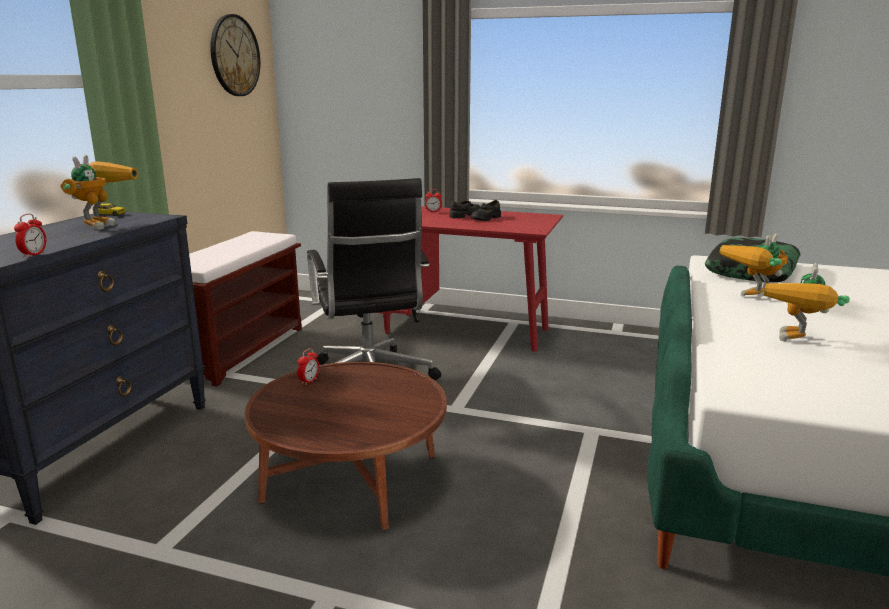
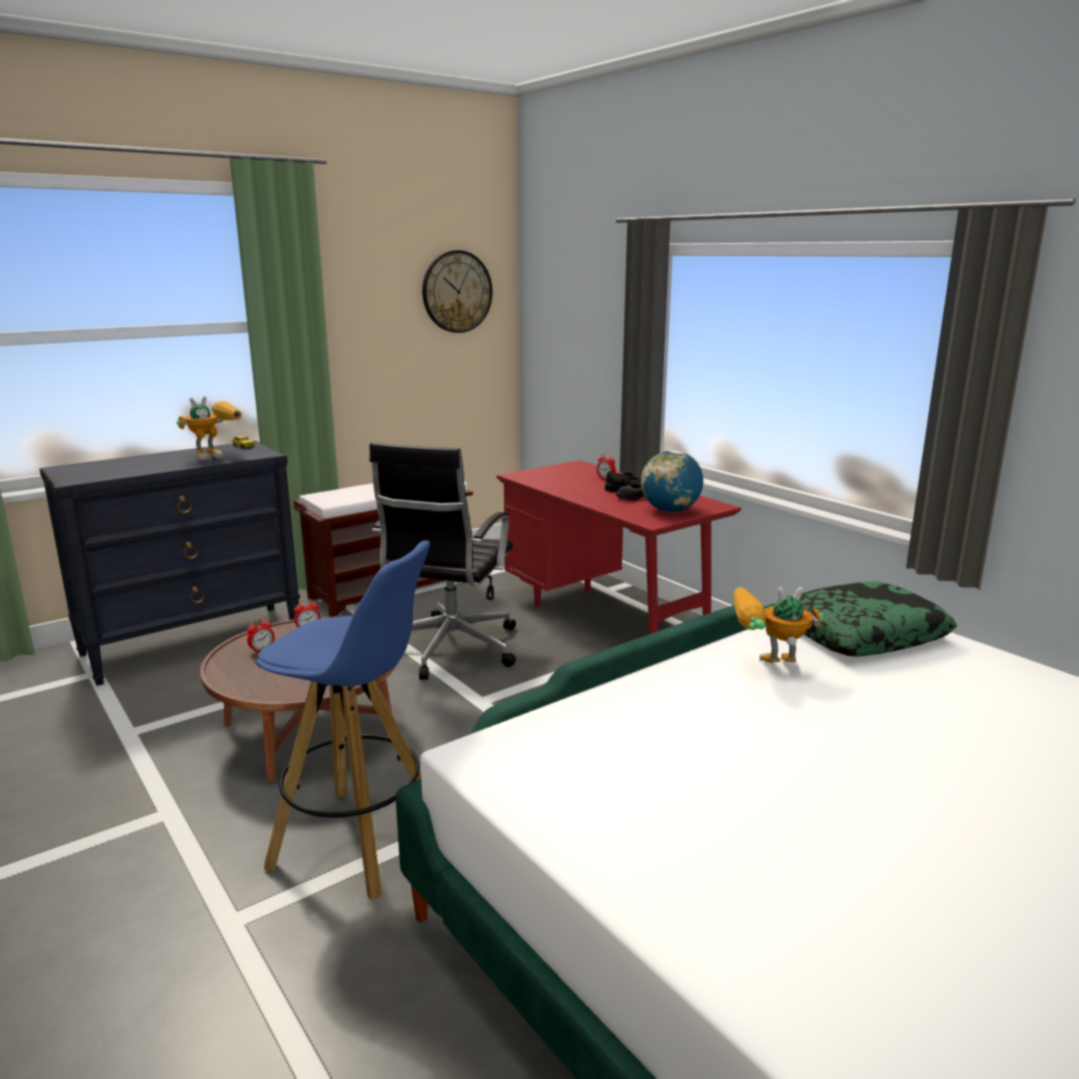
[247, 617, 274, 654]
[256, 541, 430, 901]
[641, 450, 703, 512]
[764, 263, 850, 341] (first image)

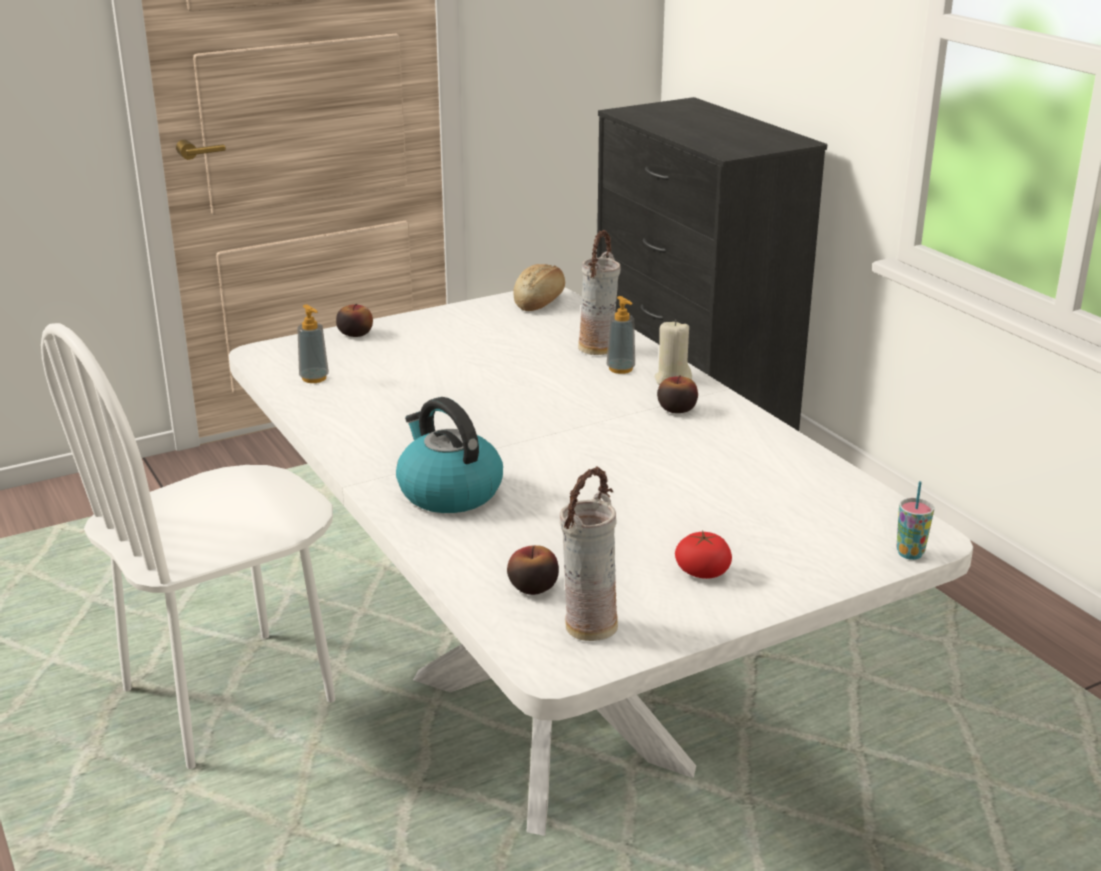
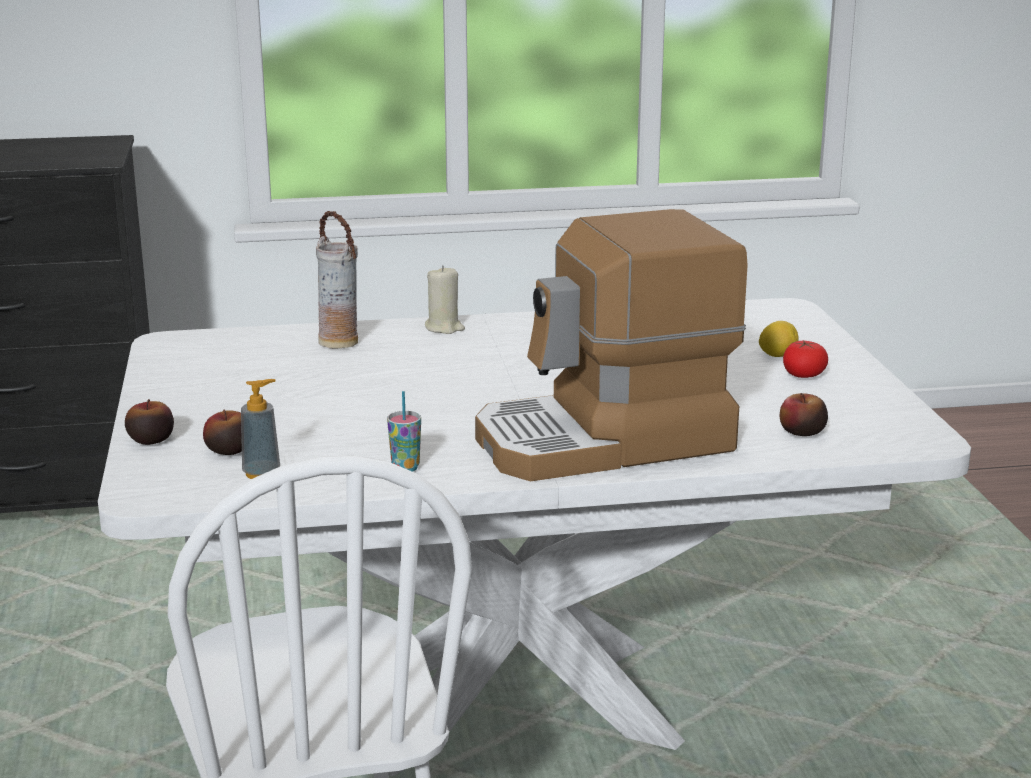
[203, 409, 242, 455]
[387, 391, 421, 472]
[475, 209, 748, 481]
[759, 321, 799, 357]
[513, 264, 565, 311] (first image)
[560, 467, 618, 641] (first image)
[607, 296, 635, 374] (first image)

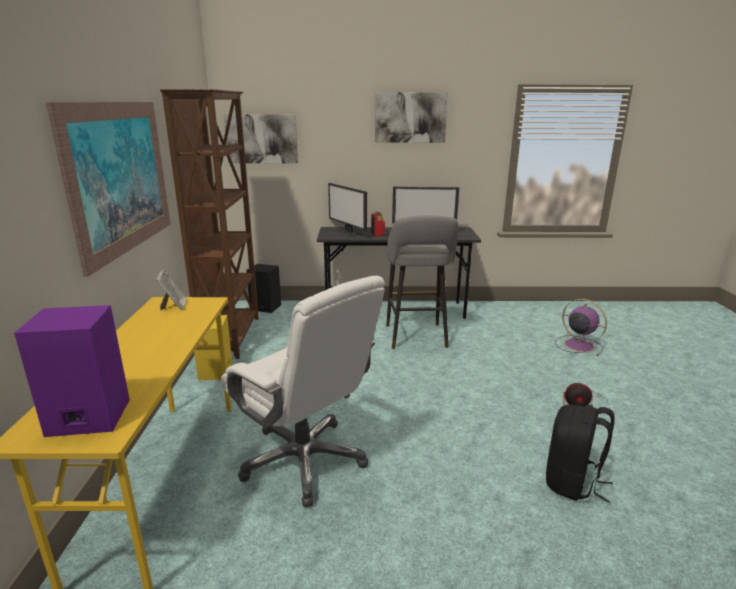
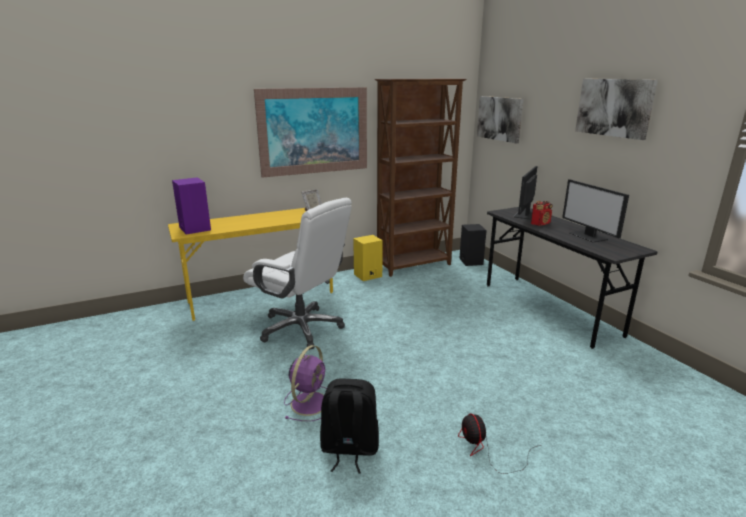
[243, 198, 352, 350]
[284, 345, 327, 421]
[386, 215, 458, 349] (first image)

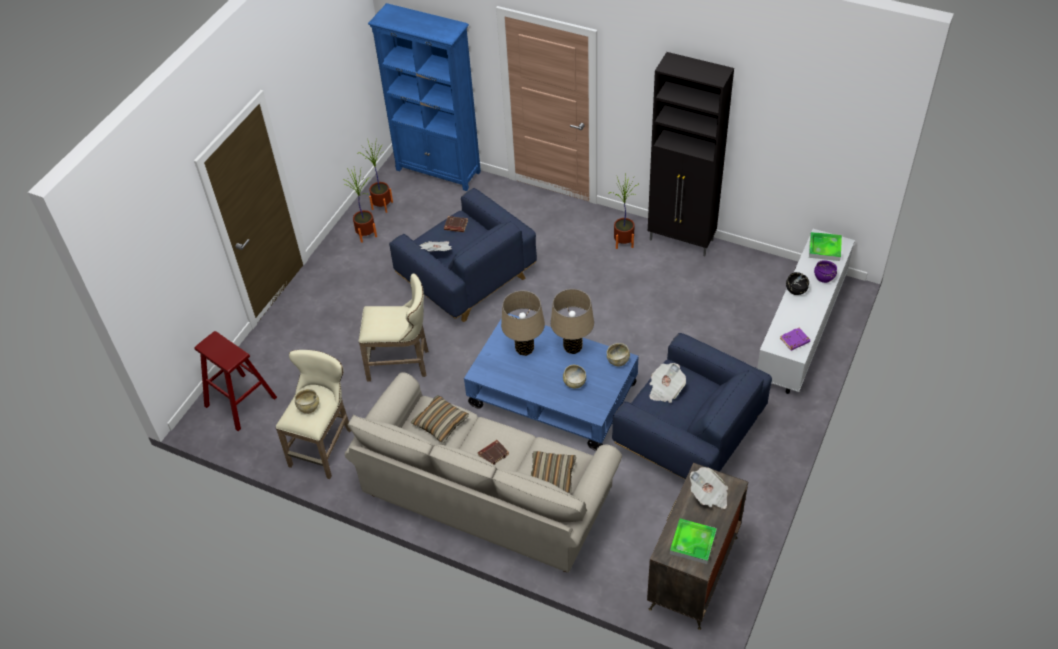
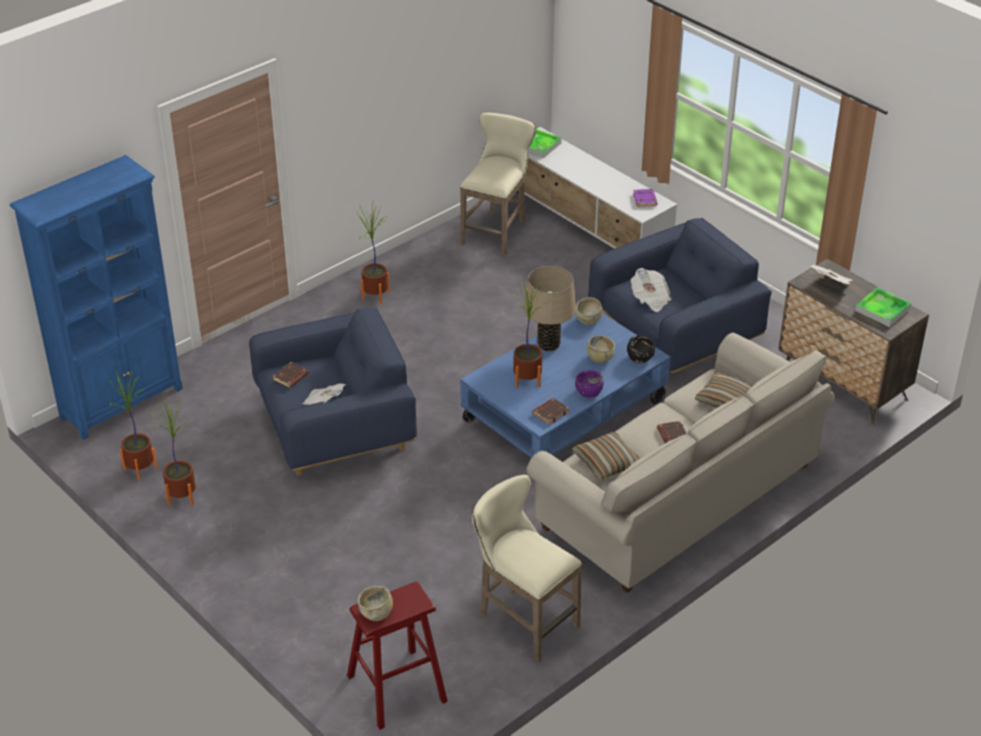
[358, 586, 393, 621]
[460, 113, 536, 256]
[510, 277, 548, 388]
[532, 398, 569, 425]
[575, 370, 604, 398]
[627, 336, 655, 363]
[648, 52, 734, 256] (first image)

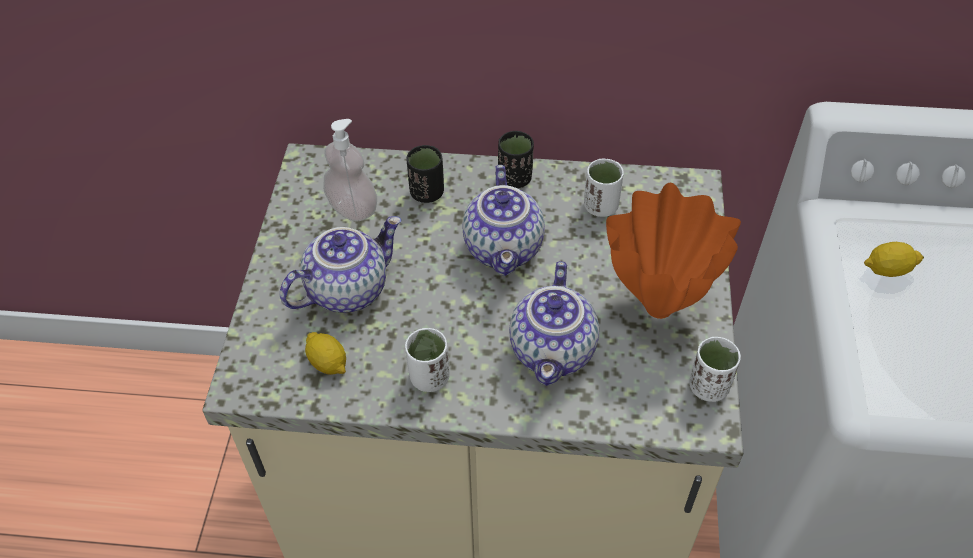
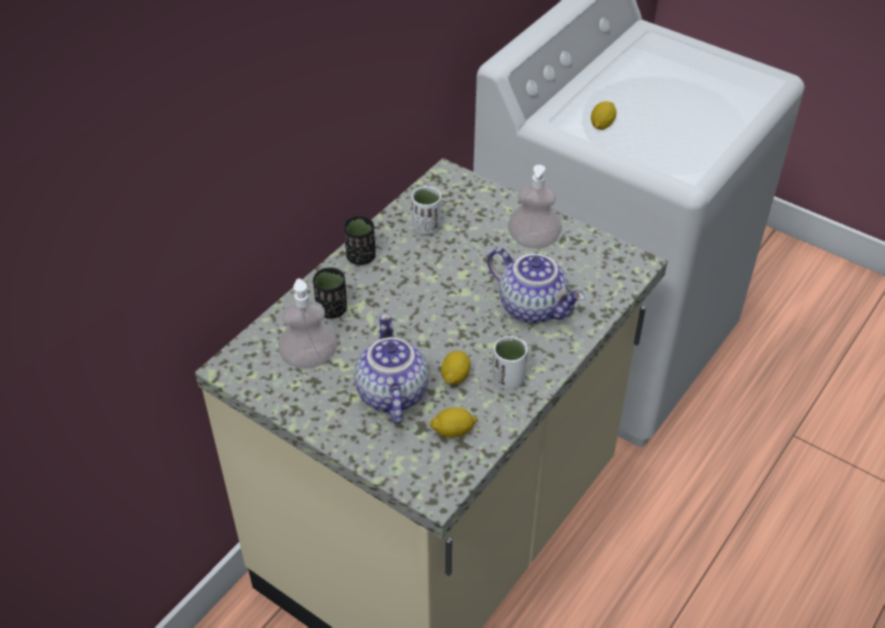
[441, 351, 471, 385]
[508, 165, 562, 249]
[463, 165, 545, 276] (first image)
[689, 337, 741, 402] (first image)

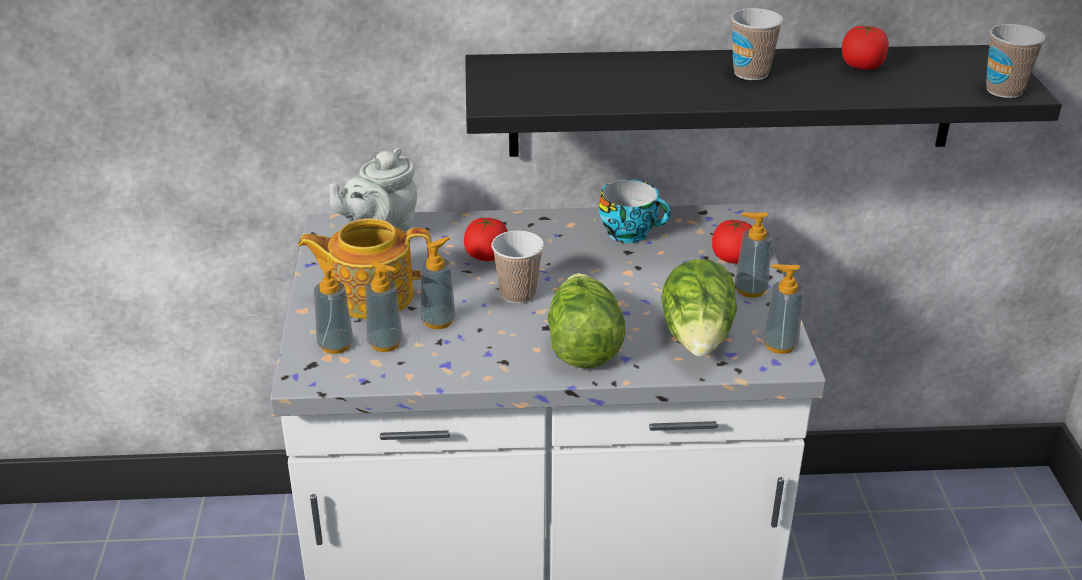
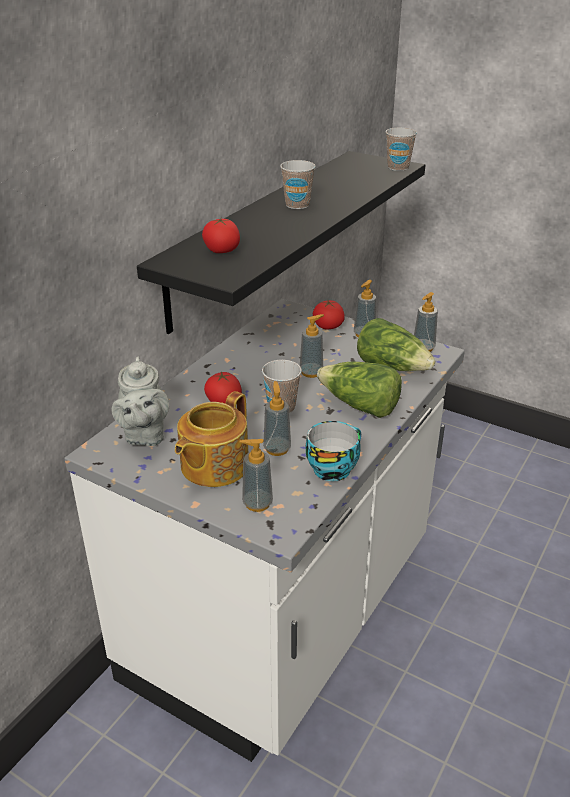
[202, 218, 240, 253]
[300, 314, 324, 378]
[306, 421, 361, 481]

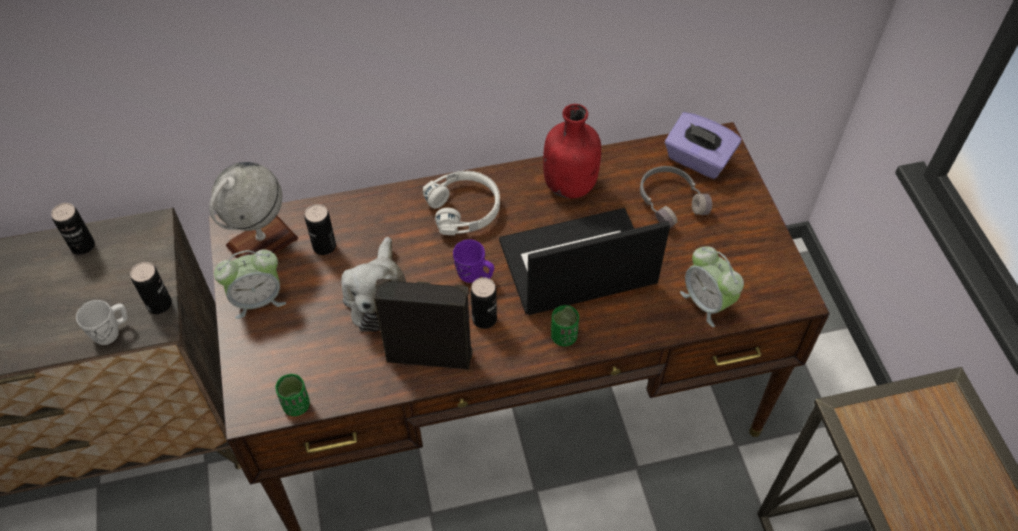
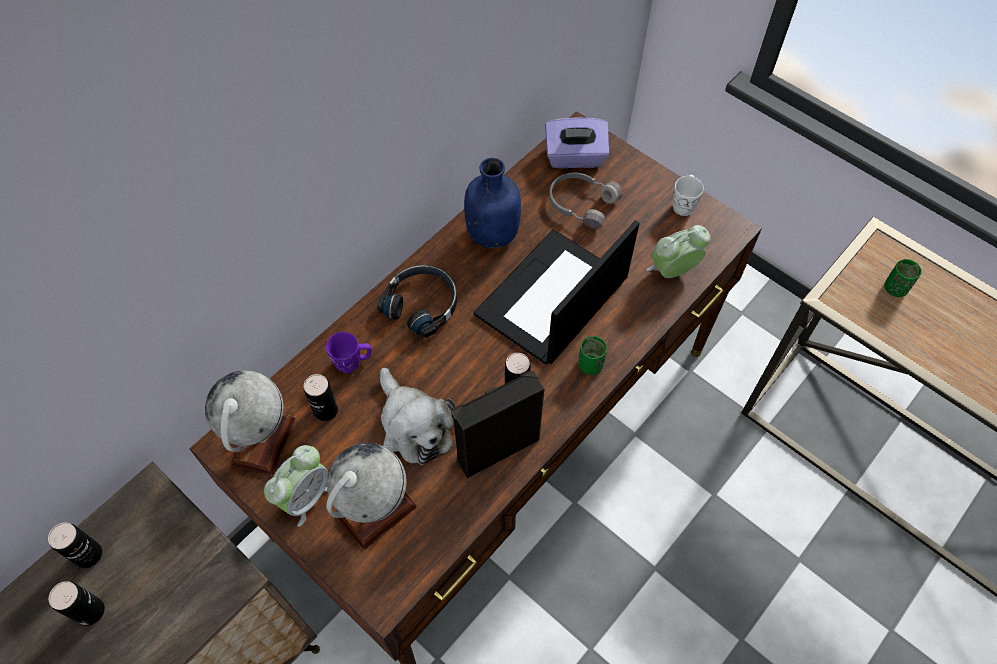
[49, 581, 105, 626]
[326, 332, 372, 373]
[326, 443, 417, 550]
[377, 265, 457, 338]
[464, 158, 521, 249]
[646, 225, 711, 278]
[673, 175, 704, 216]
[884, 259, 922, 297]

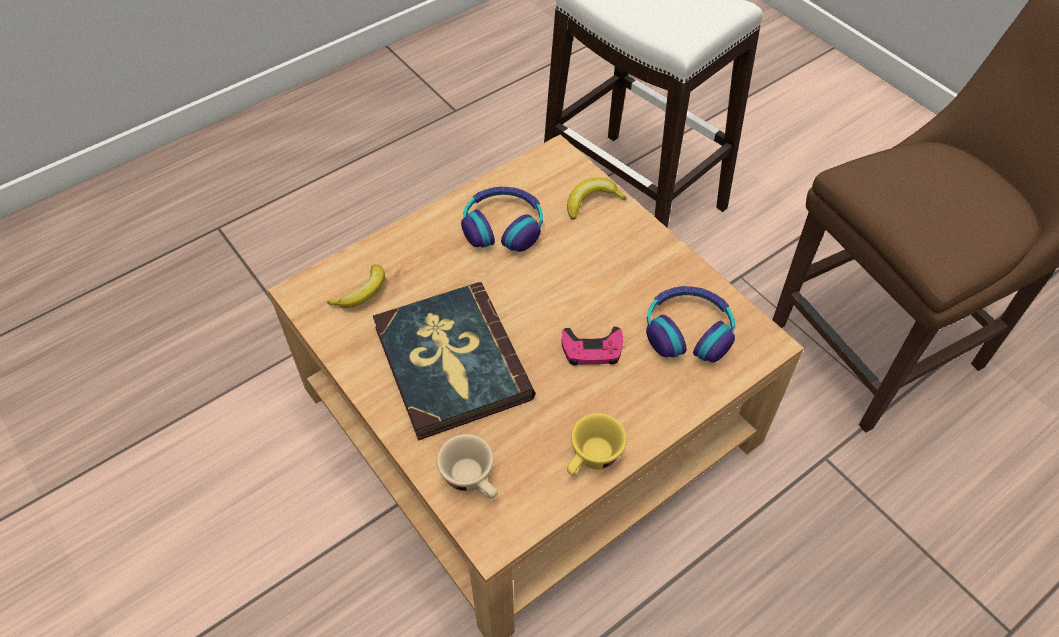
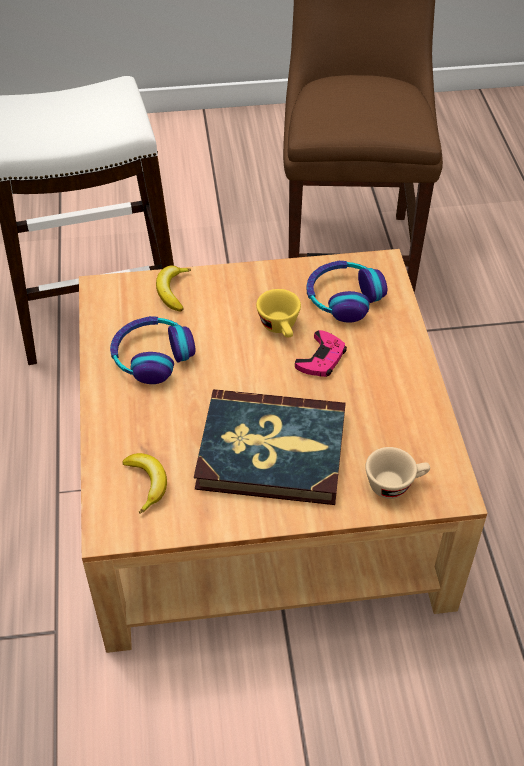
[256, 289, 301, 338]

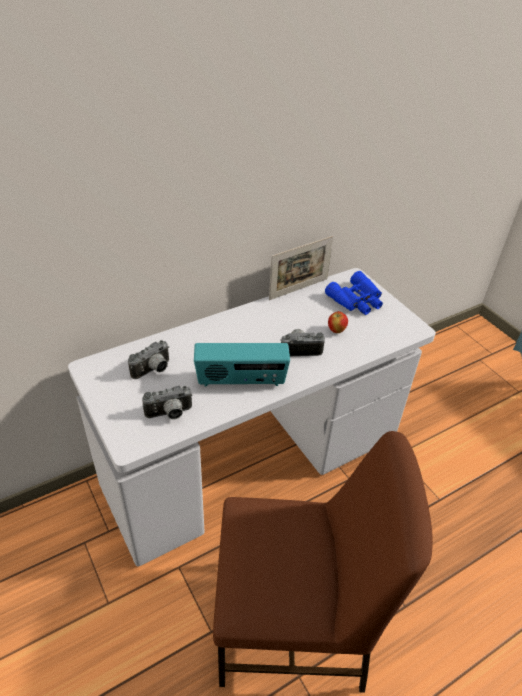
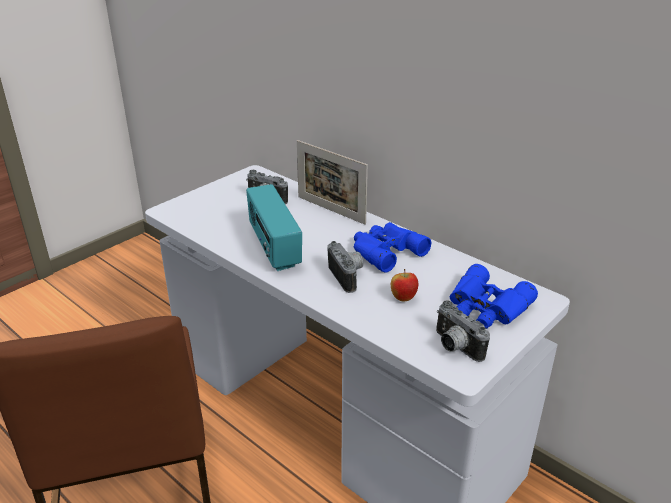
[297, 140, 368, 225]
[353, 222, 431, 273]
[436, 300, 490, 362]

